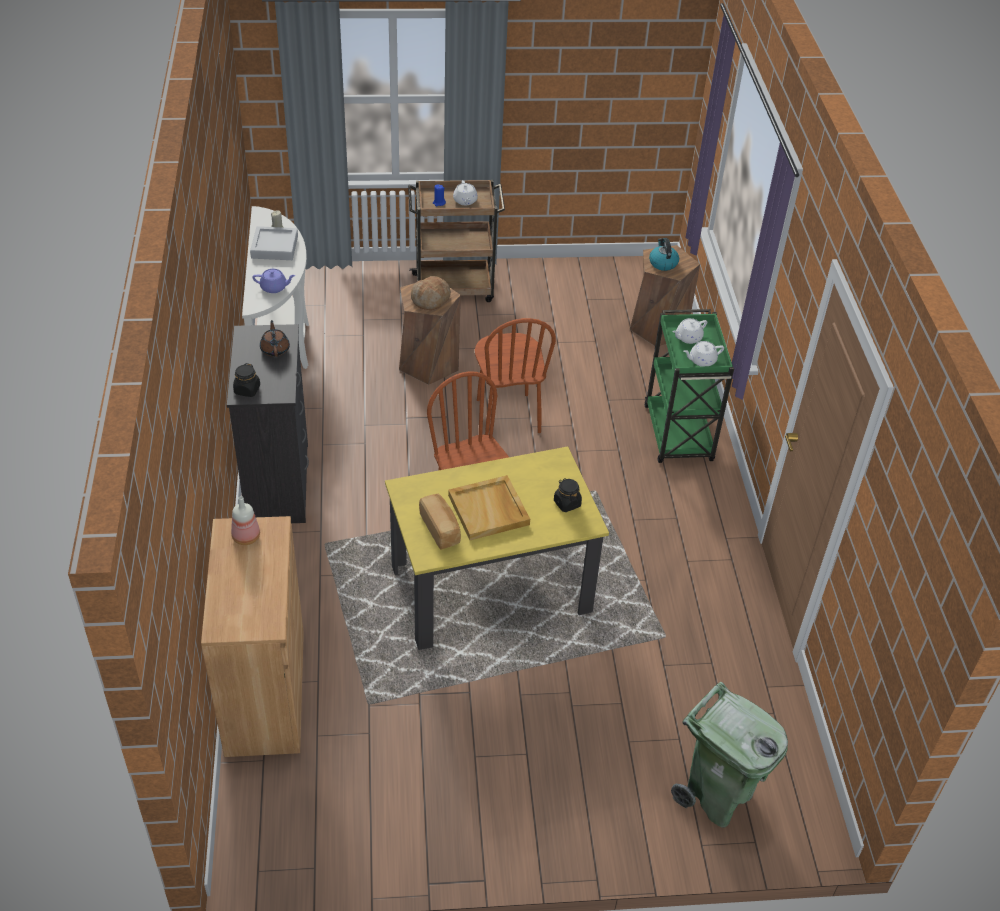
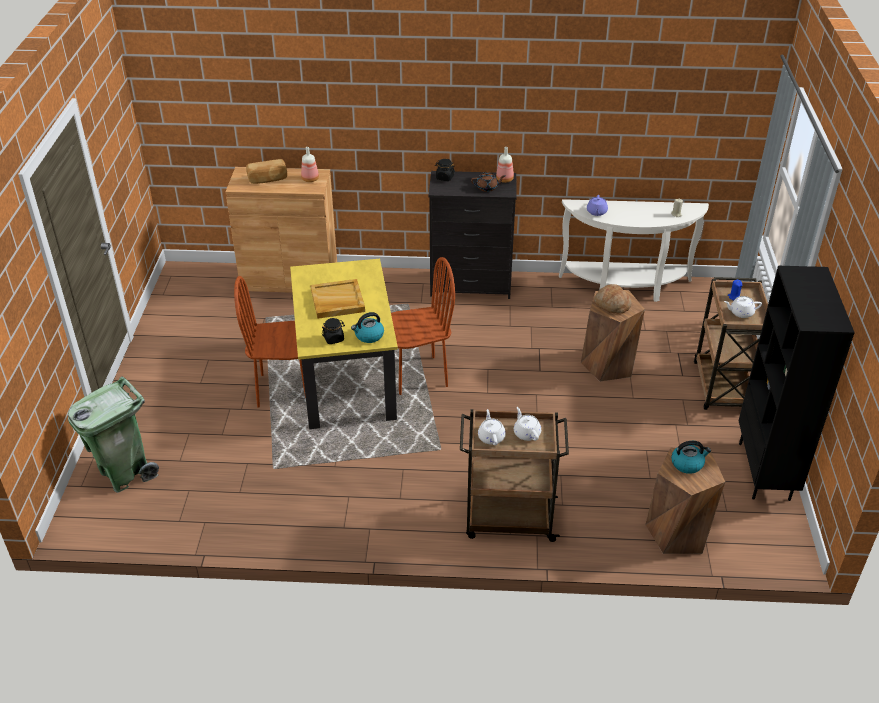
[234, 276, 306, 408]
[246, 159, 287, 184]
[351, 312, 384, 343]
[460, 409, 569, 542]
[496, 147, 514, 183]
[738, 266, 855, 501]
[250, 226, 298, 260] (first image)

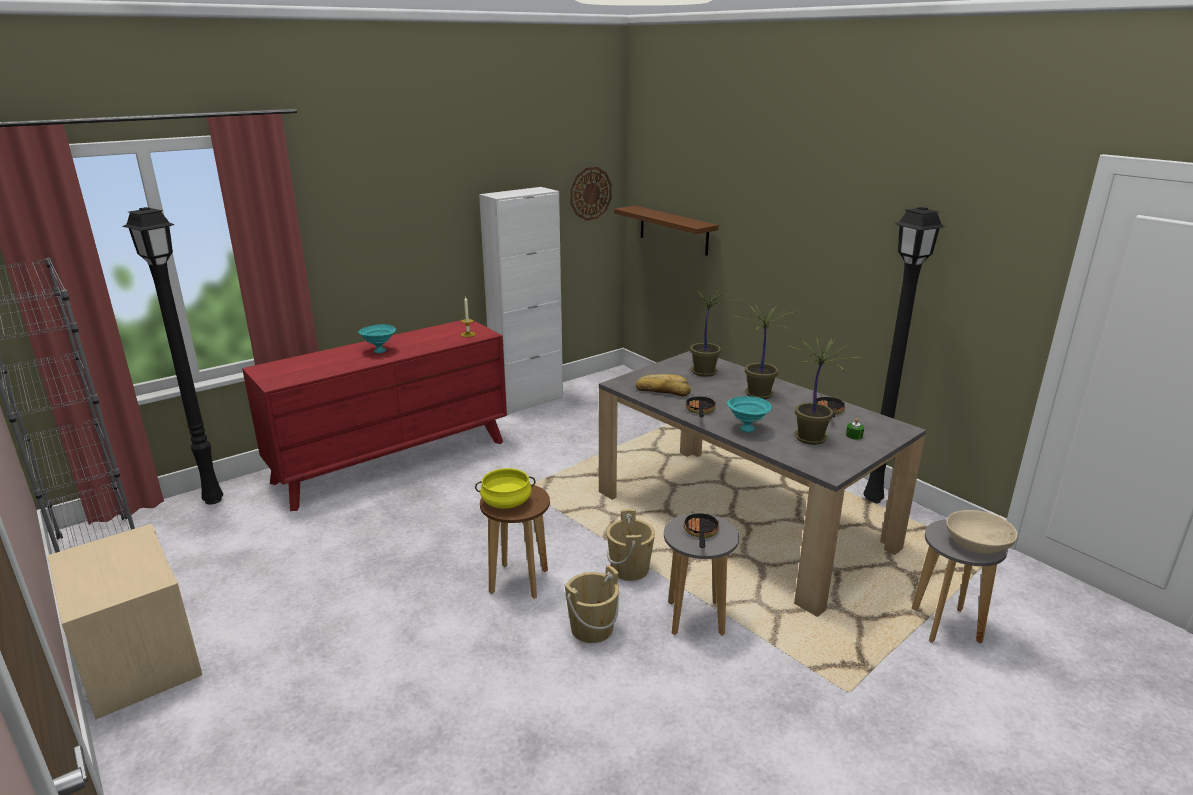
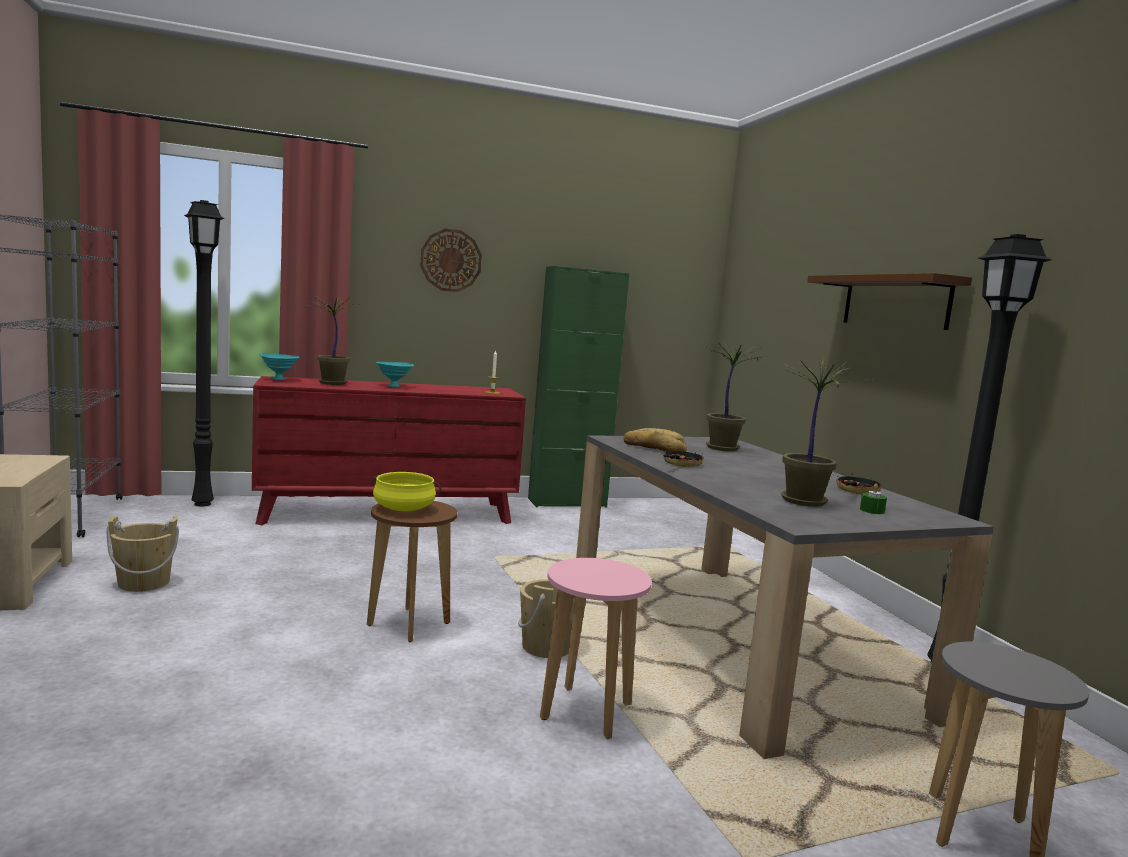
[106, 516, 179, 592]
[260, 353, 300, 380]
[305, 296, 360, 385]
[420, 229, 482, 292]
[528, 266, 629, 508]
[540, 558, 652, 739]
[807, 273, 972, 330]
[684, 511, 719, 548] (first image)
[946, 510, 1018, 554] (first image)

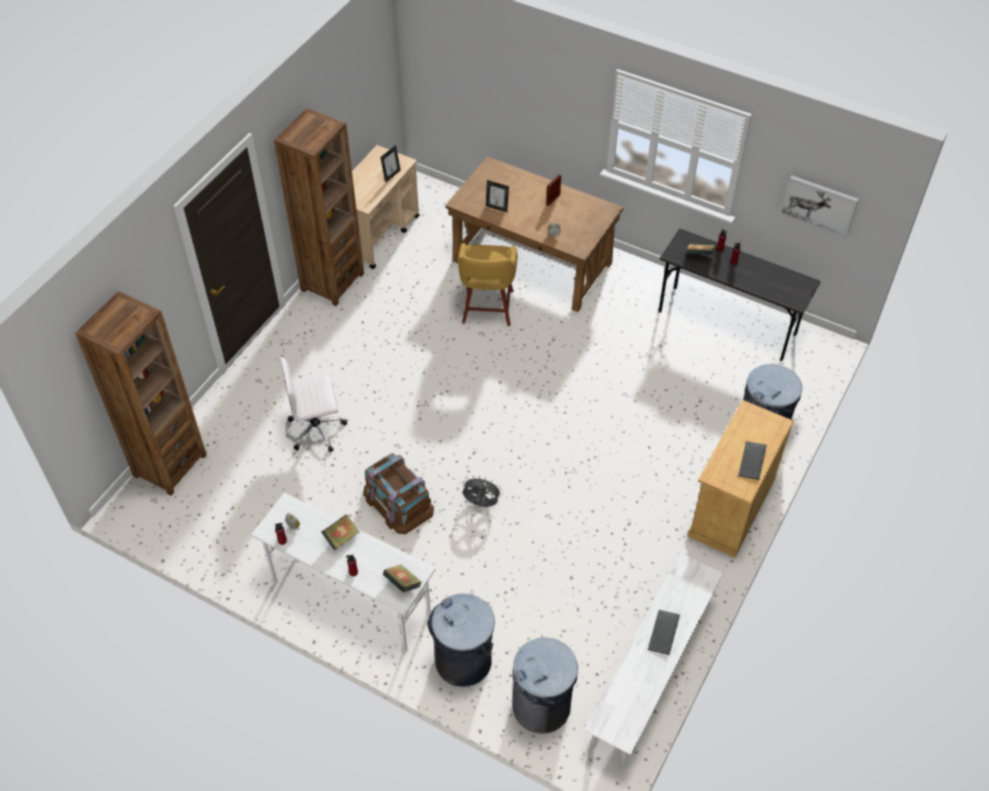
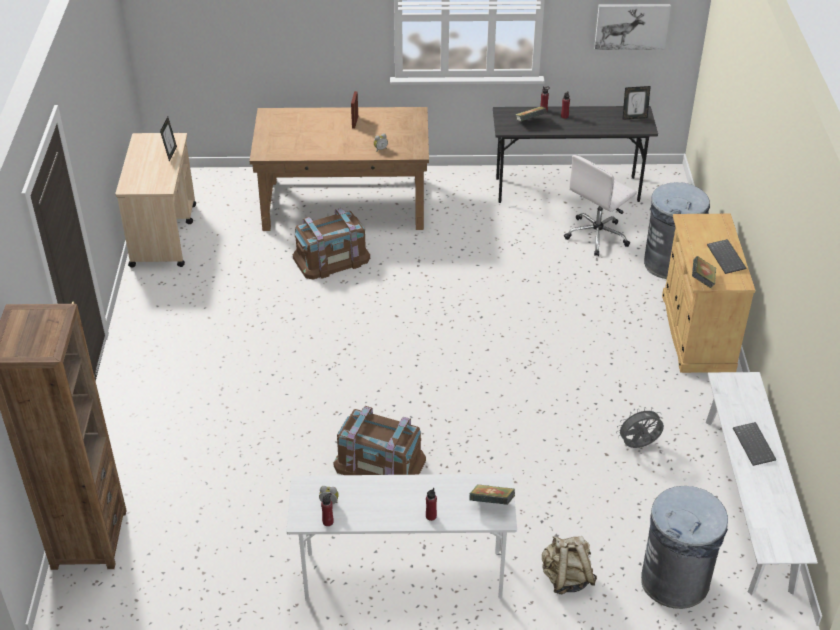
[293, 208, 370, 280]
[542, 536, 597, 594]
[564, 155, 637, 256]
[616, 407, 664, 448]
[622, 86, 651, 120]
[692, 256, 716, 288]
[274, 108, 364, 306] (first image)

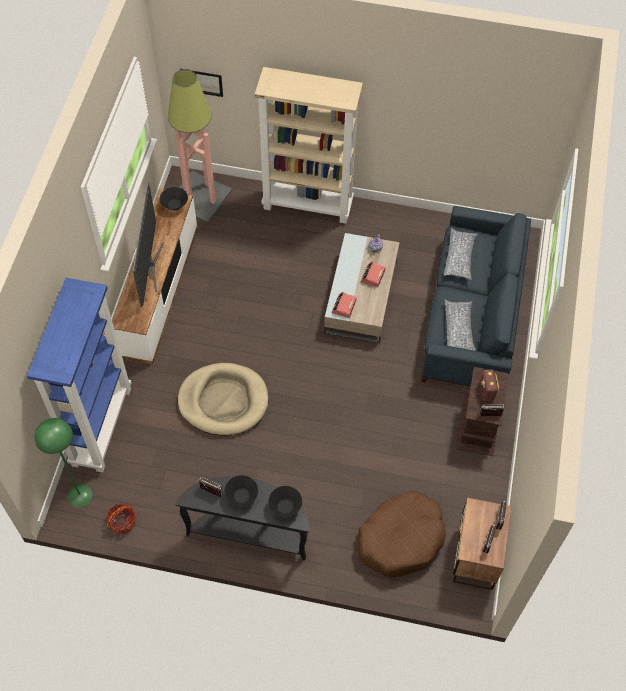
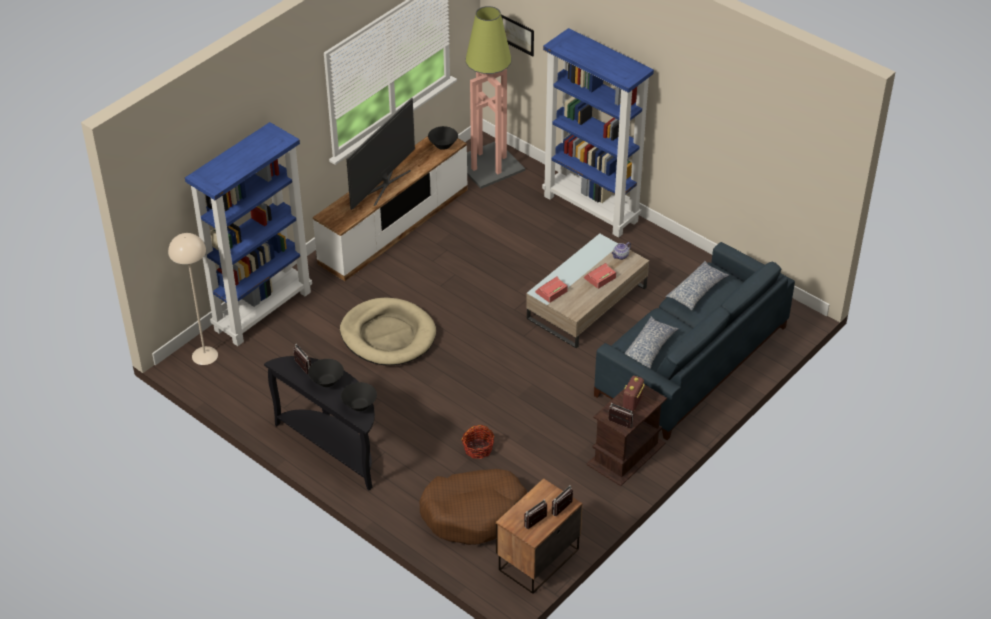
[168, 233, 218, 365]
[462, 425, 495, 459]
[542, 28, 654, 238]

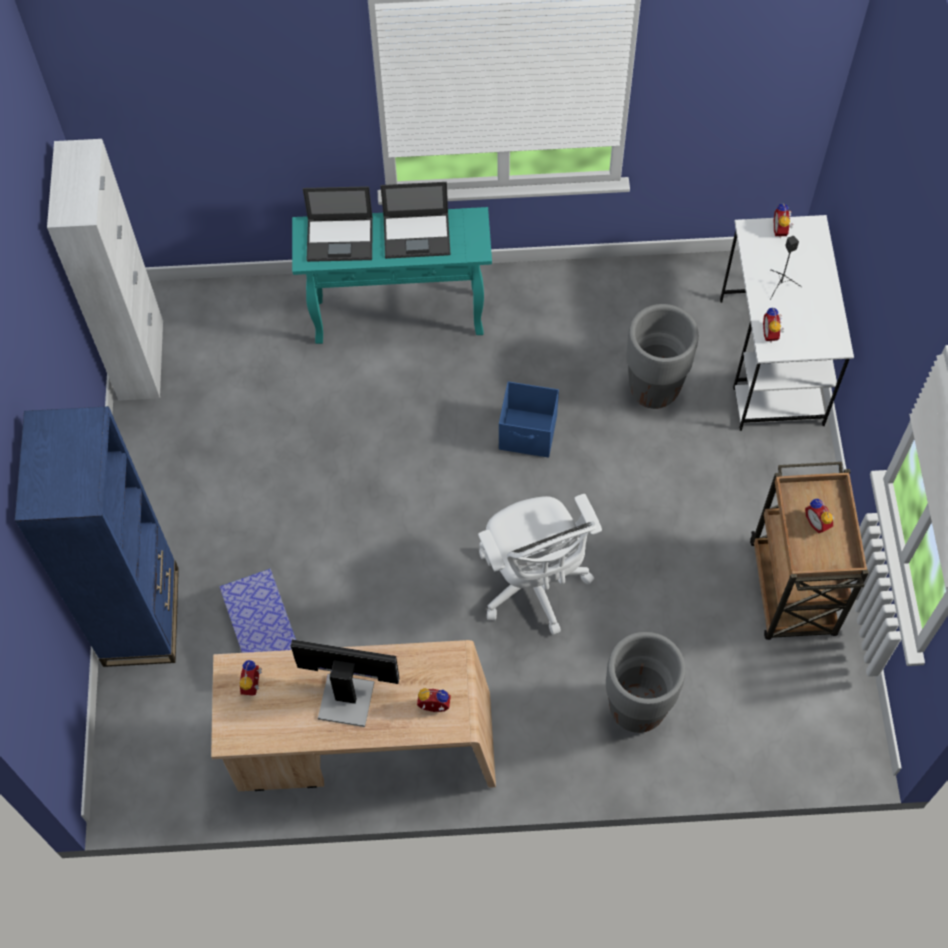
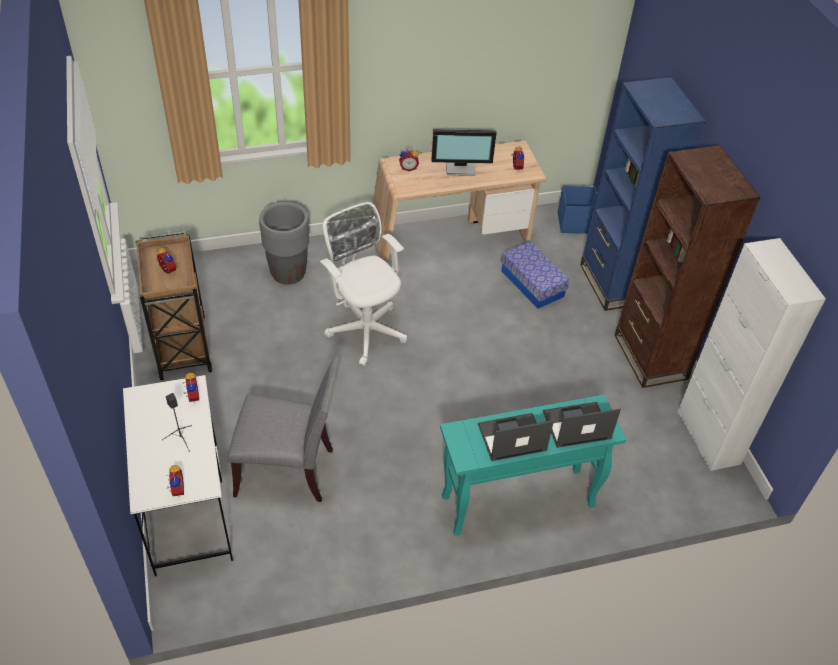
[228, 356, 341, 502]
[558, 186, 597, 234]
[615, 145, 761, 388]

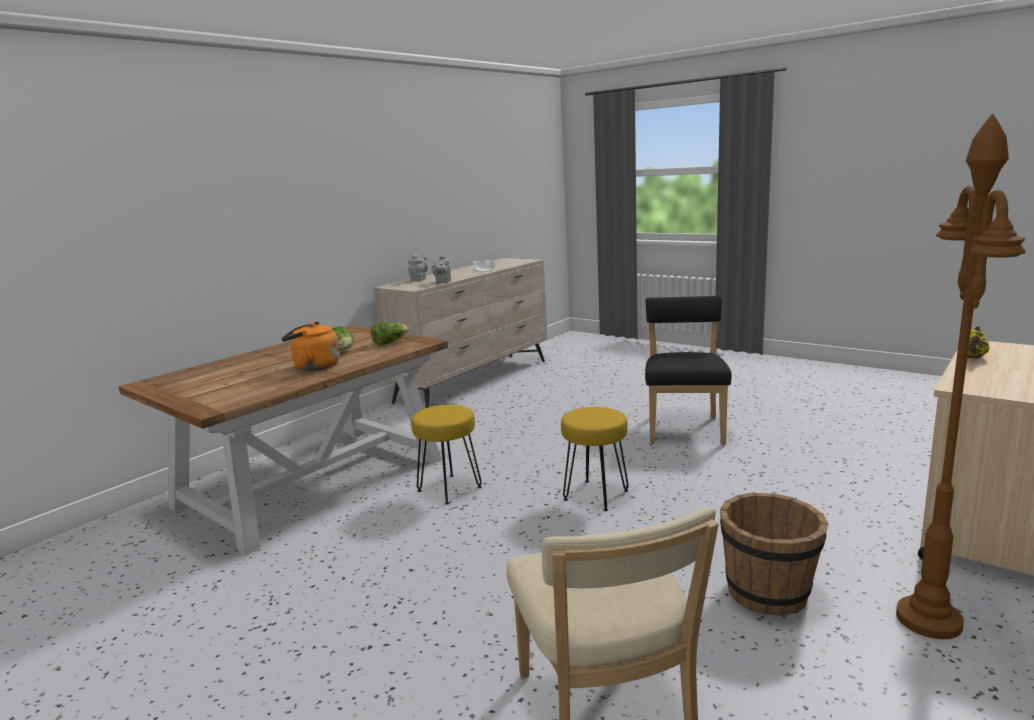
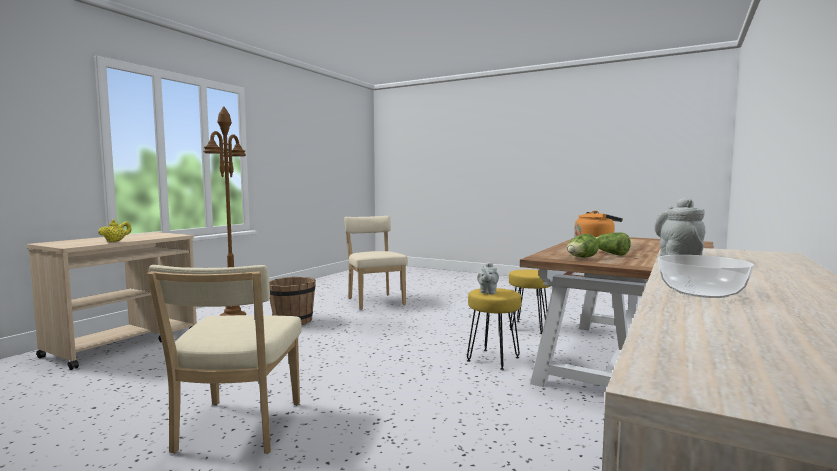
[147, 265, 302, 454]
[477, 261, 499, 294]
[509, 270, 551, 334]

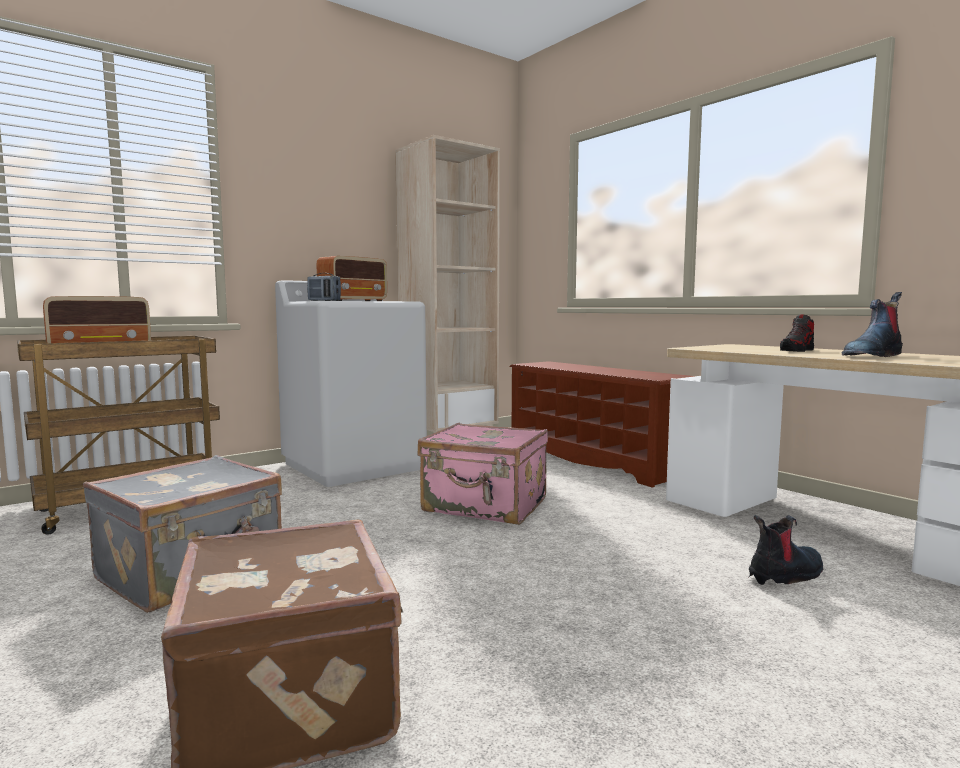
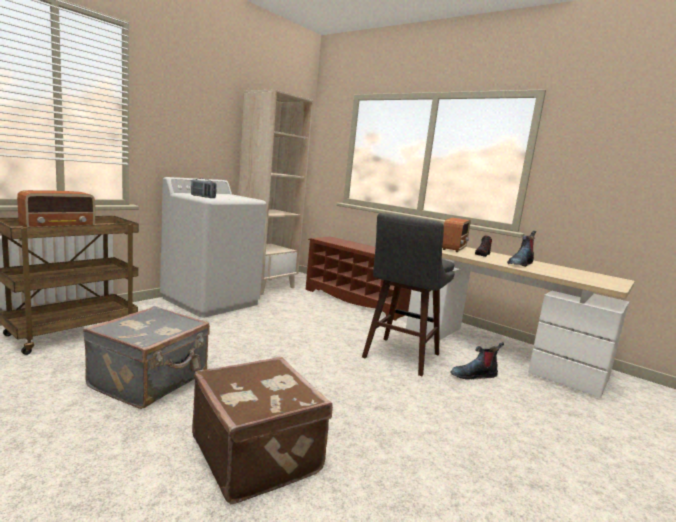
[362, 213, 455, 376]
[442, 218, 471, 252]
[451, 342, 504, 380]
[417, 423, 548, 525] (first image)

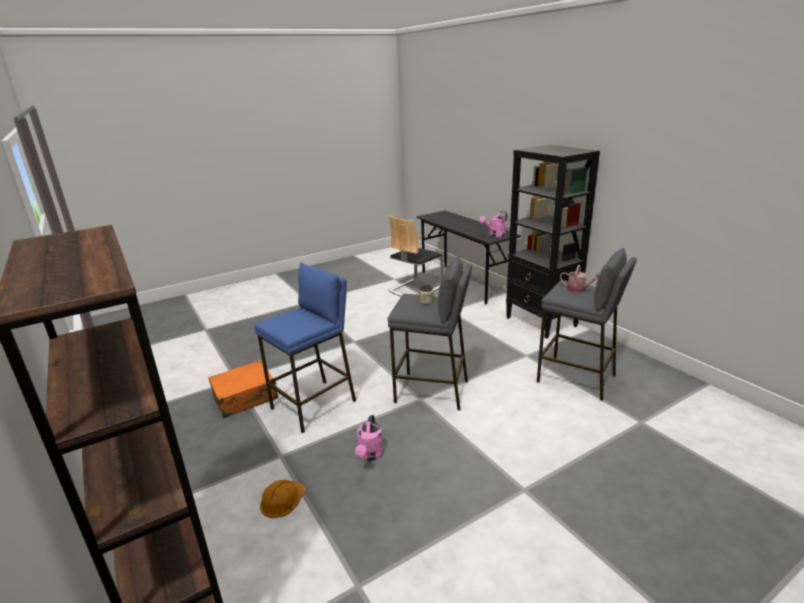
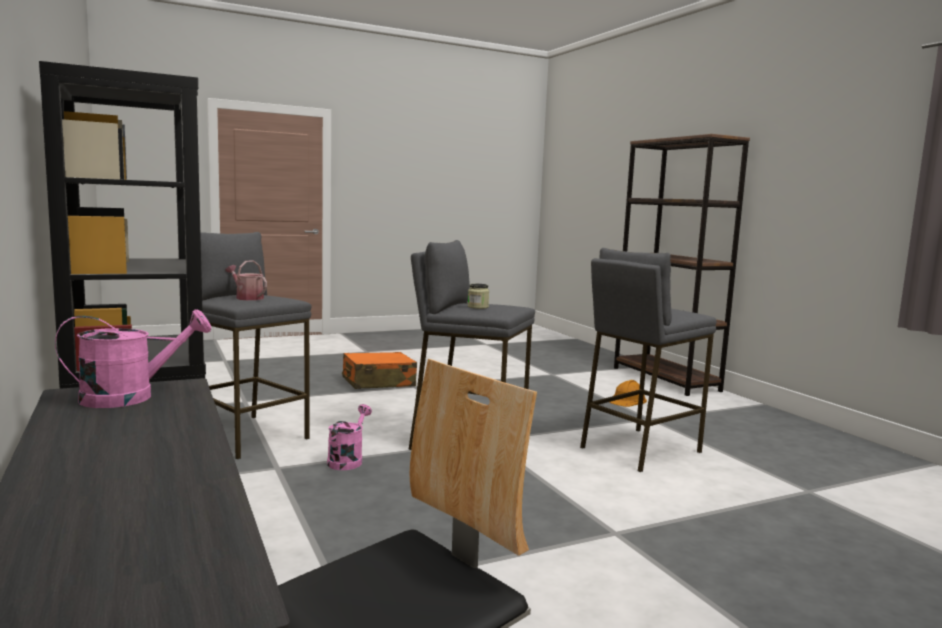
[327, 404, 372, 470]
[342, 352, 417, 389]
[580, 248, 716, 472]

